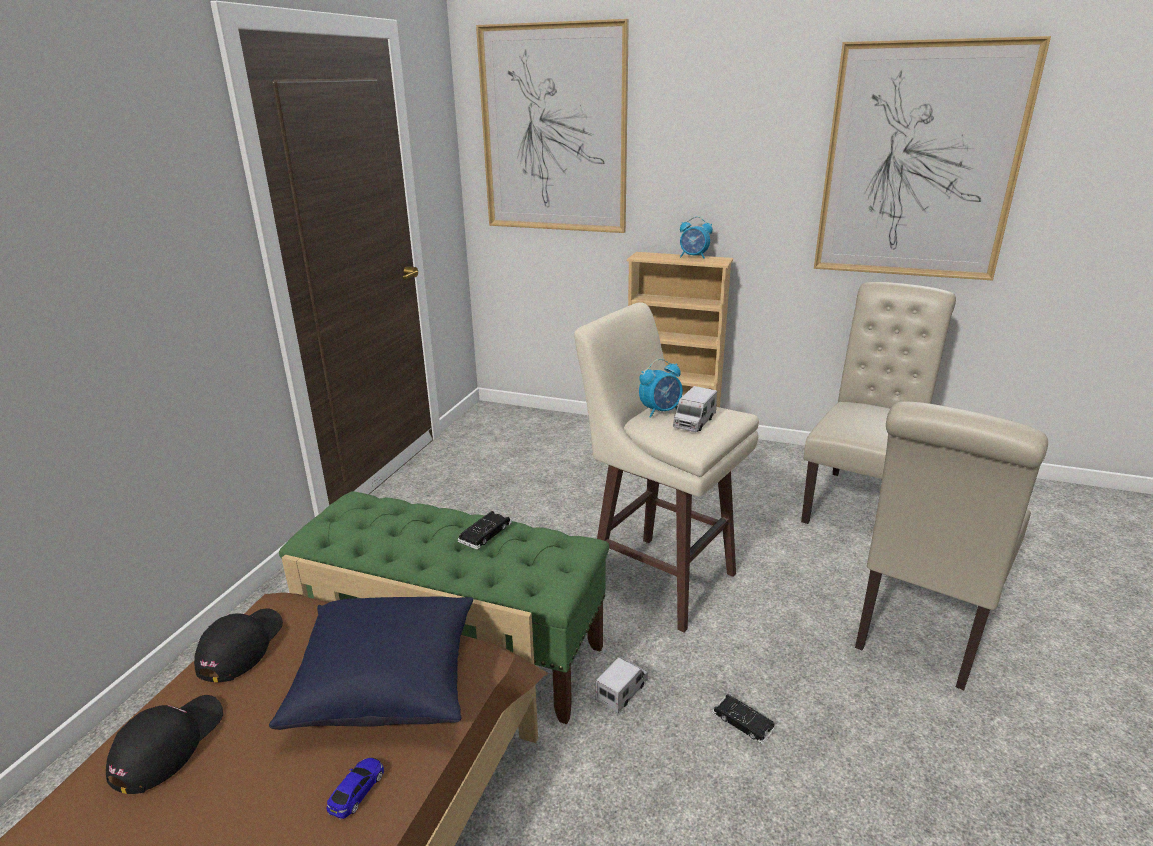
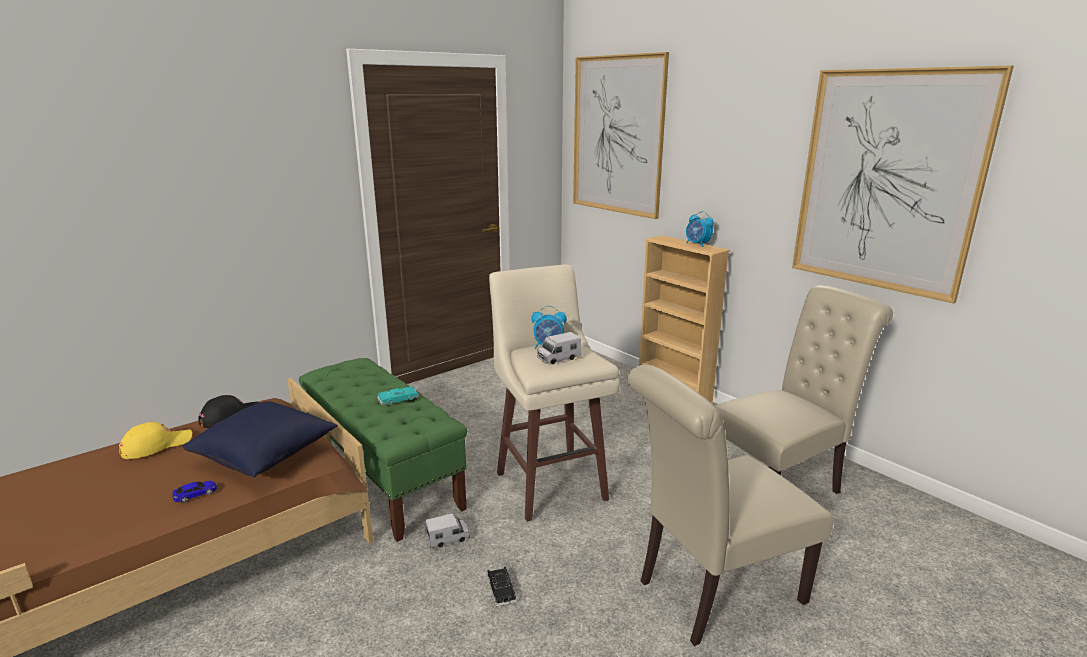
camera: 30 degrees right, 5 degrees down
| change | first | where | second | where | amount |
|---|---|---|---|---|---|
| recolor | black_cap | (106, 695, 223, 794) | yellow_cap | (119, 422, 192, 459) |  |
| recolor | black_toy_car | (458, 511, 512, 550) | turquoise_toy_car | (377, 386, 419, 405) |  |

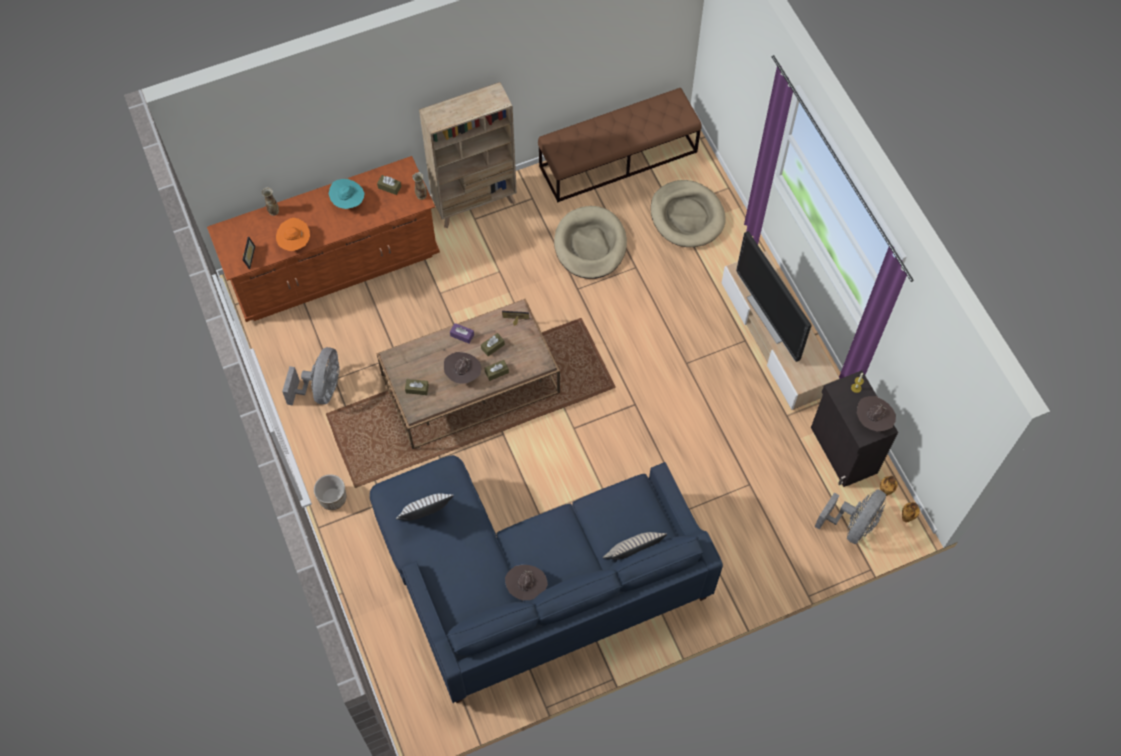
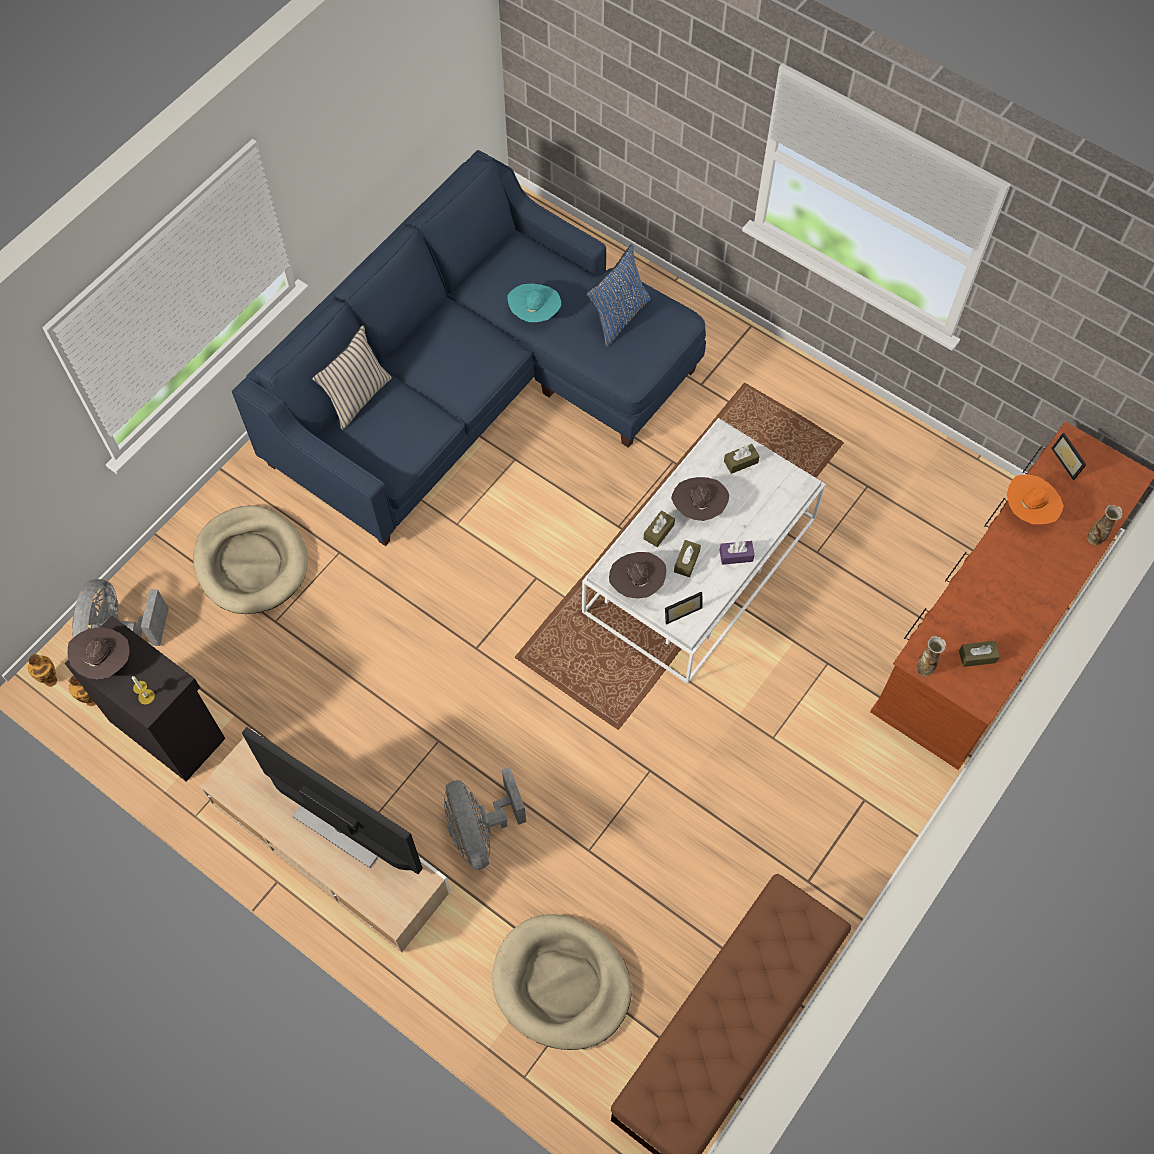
camera: 150 degrees right, 0 degrees up
| change | first | where | second | where | amount |
|---|---|---|---|---|---|
| move | grey_fan | (282, 347, 340, 405) |  | (444, 767, 526, 870) |  |
| delete | planter | (314, 474, 346, 510) |  |  |  |
| move | turquoise_hat | (329, 179, 365, 209) |  | (508, 284, 561, 322) |  |
| recolor | brown_coffee_table | (376, 299, 560, 449) | white_coffee_table | (582, 418, 826, 684) |  |
| recolor | white_pillow | (396, 493, 454, 521) | blue_pillow | (586, 244, 651, 347) |  |
| delete | beige_bookcase | (419, 82, 517, 228) |  |  |  |
| move | brown_hat | (505, 565, 548, 600) |  | (609, 552, 666, 599) |  |
| move | beige_dog_bed | (554, 206, 627, 279) |  | (194, 505, 308, 614) |  |

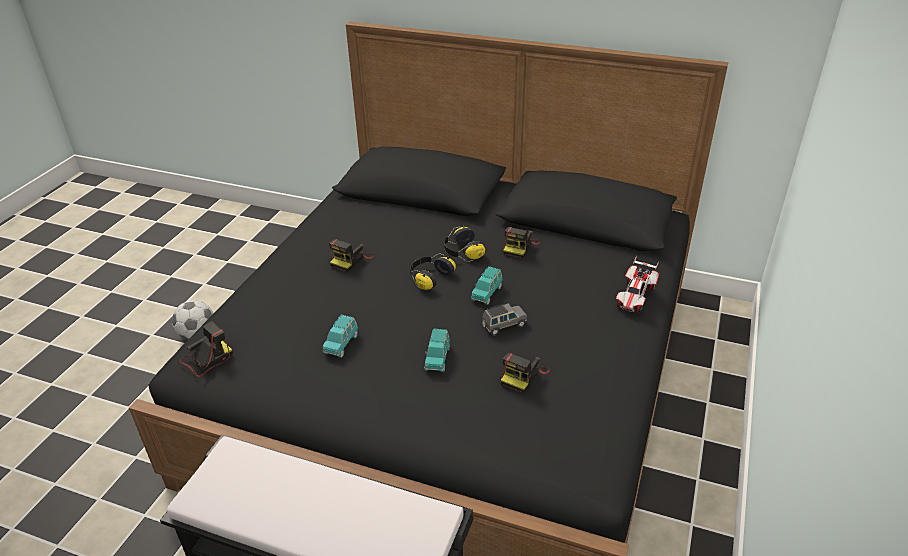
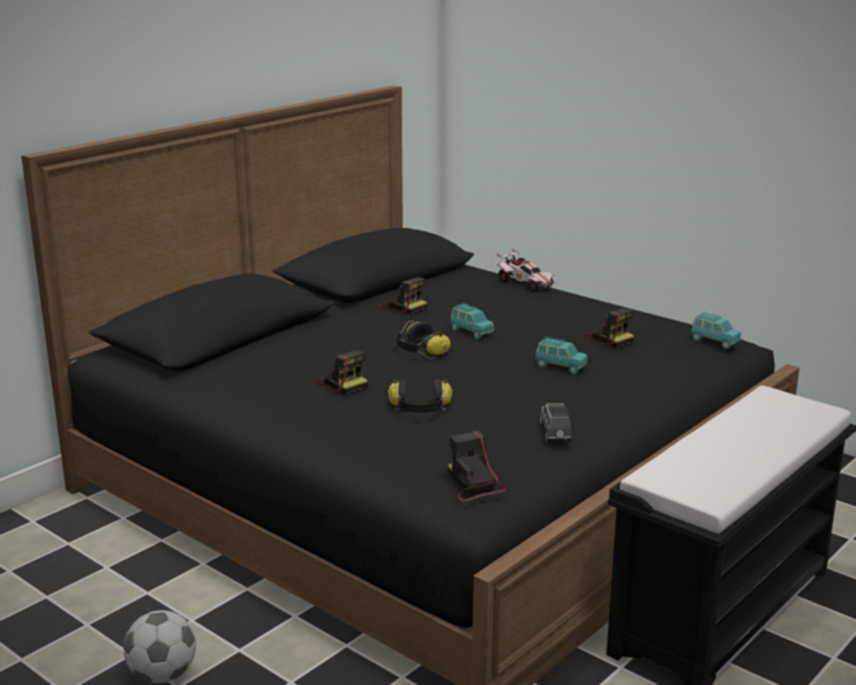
camera: 70 degrees left, 15 degrees down
| change | first | where | second | where | amount |
|---|---|---|---|---|---|
| move | turquoise_toy_car | (323, 315, 358, 358) |  | (691, 312, 741, 349) |  |
| move | headphones | (444, 225, 485, 262) |  | (388, 379, 452, 413) |  |
| move | grey_toy_car | (482, 304, 527, 335) |  | (540, 403, 571, 442) |  |

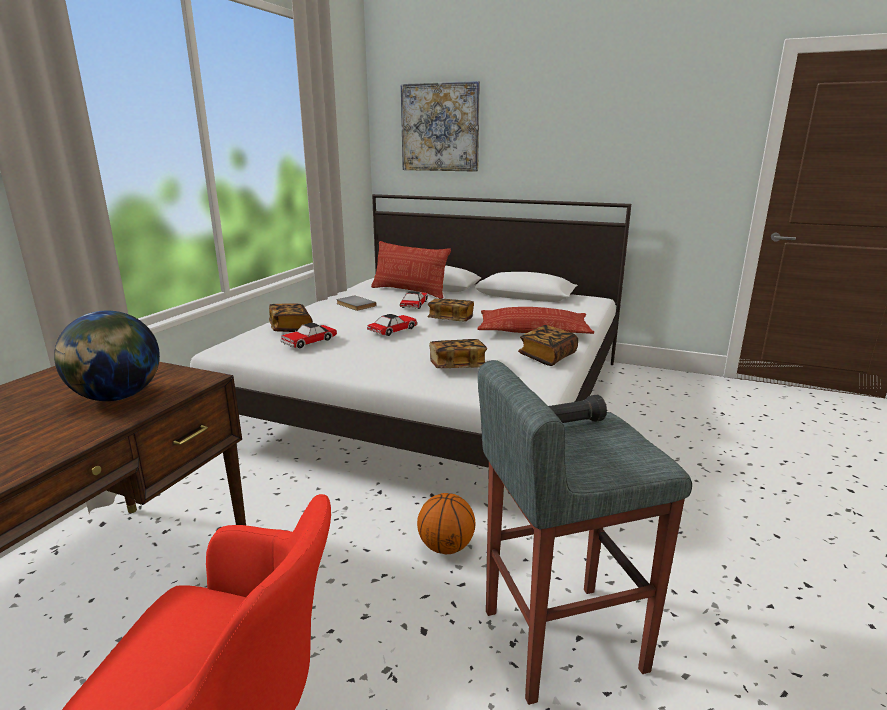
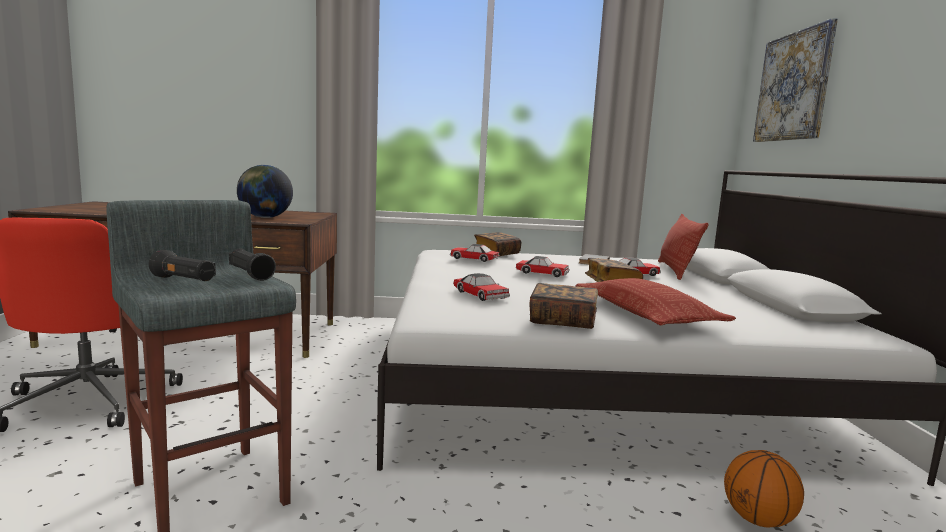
camera: 65 degrees right, 10 degrees down
| change | first | where | second | where | amount |
|---|---|---|---|---|---|
| move | basketball | (417, 493, 475, 554) |  | (724, 450, 804, 528) |  |
| replace | book | (429, 339, 487, 368) | toy_car | (453, 273, 510, 301) |  |
| insert |  |  | black_flashlight | (149, 250, 216, 281) |  |

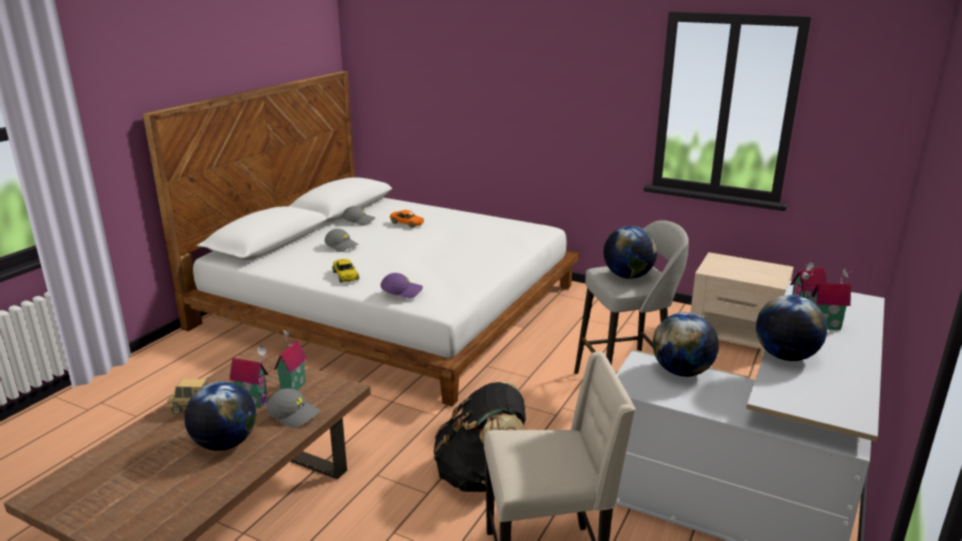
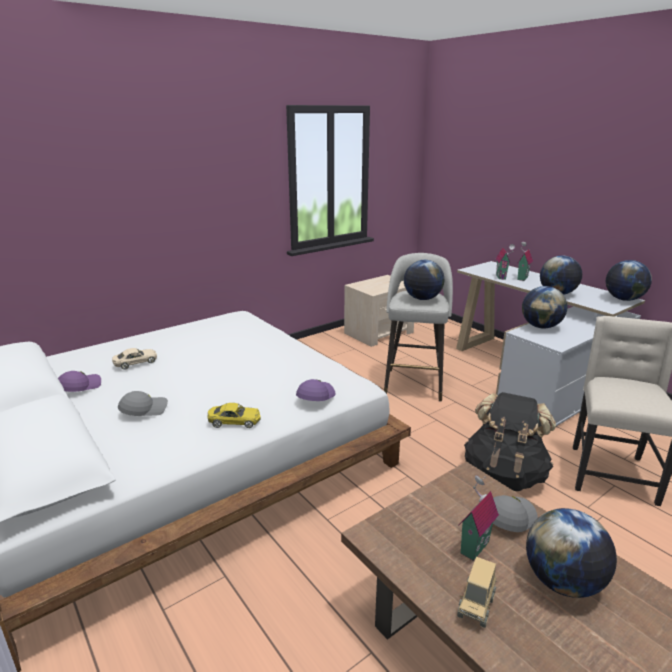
camera: 65 degrees left, 0 degrees up
| change | first | where | second | where | amount |
|---|---|---|---|---|---|
| delete | toy_house | (274, 330, 307, 391) |  |  |  |
| recolor | grey_cap | (342, 206, 375, 226) | purple_cap | (58, 371, 101, 392) |  |
| recolor | orange_toy_car | (390, 210, 424, 228) | beige_toy_car | (112, 348, 157, 370) |  |
| insert |  |  | globe | (606, 260, 652, 301) |  |

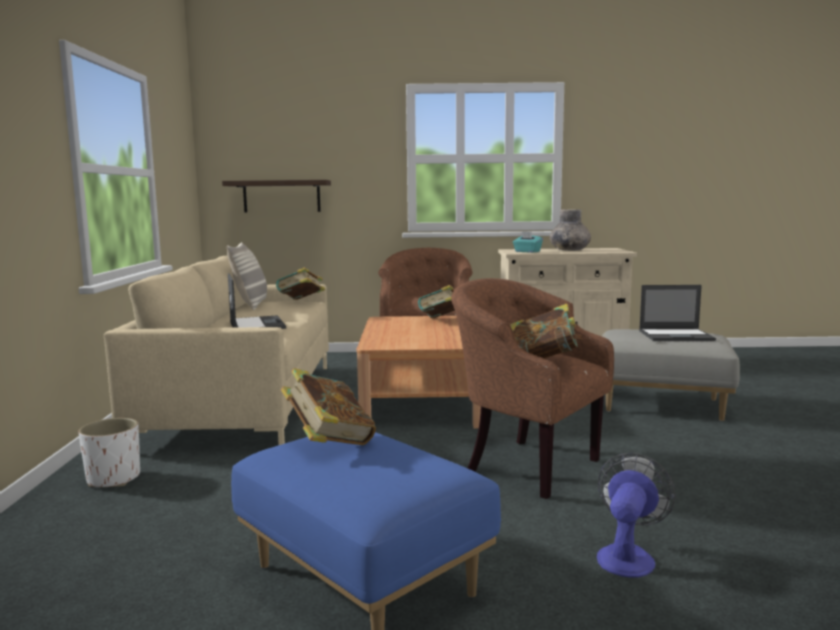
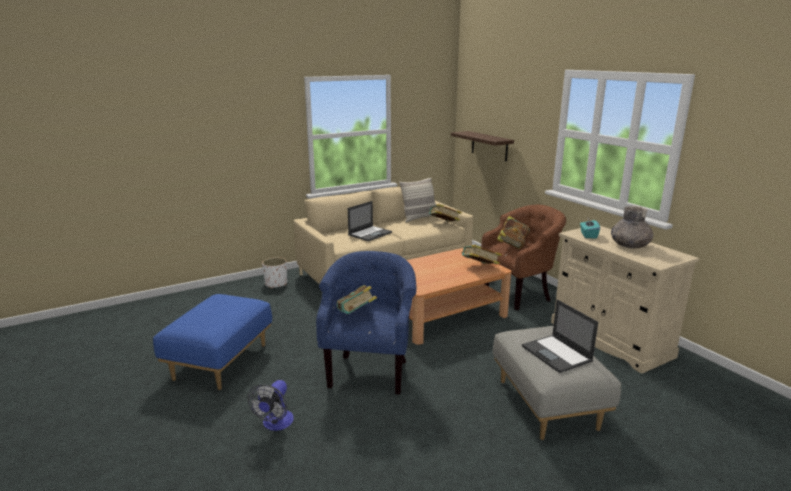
camera: 60 degrees right, 10 degrees up
| change | first | where | second | where | amount |
|---|---|---|---|---|---|
| move | book | (281, 368, 376, 445) |  | (497, 216, 530, 249) |  |
| recolor | brown_armchair | (451, 278, 614, 499) | blue_armchair | (316, 251, 416, 395) |  |
| rotate | fan | (597, 453, 676, 578) |  | (248, 380, 294, 431) | 105 degrees clockwise |

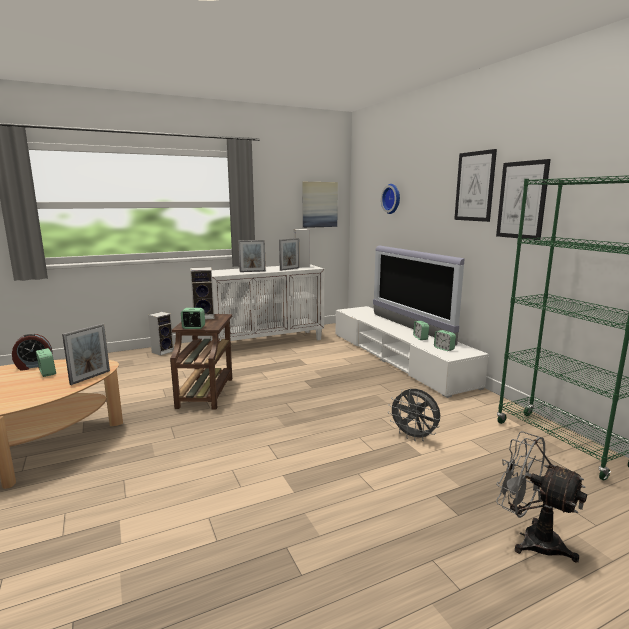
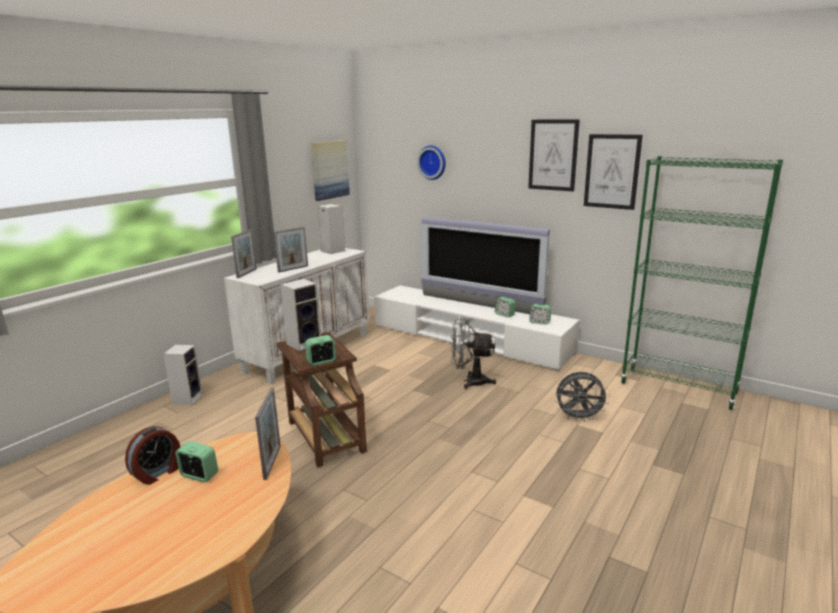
camera: 30 degrees left, 5 degrees up
| change | first | where | second | where | amount |
|---|---|---|---|---|---|
| move | picture_frame | (279, 238, 299, 271) |  | (231, 229, 257, 278) |  |
| move | grey_fan | (496, 431, 587, 563) |  | (451, 319, 496, 389) |  |

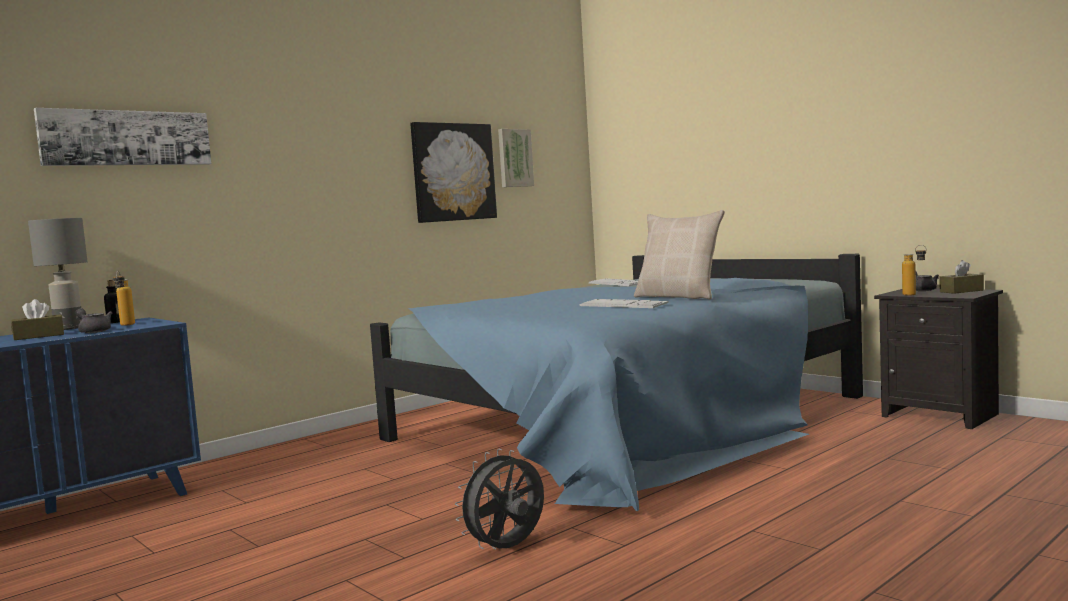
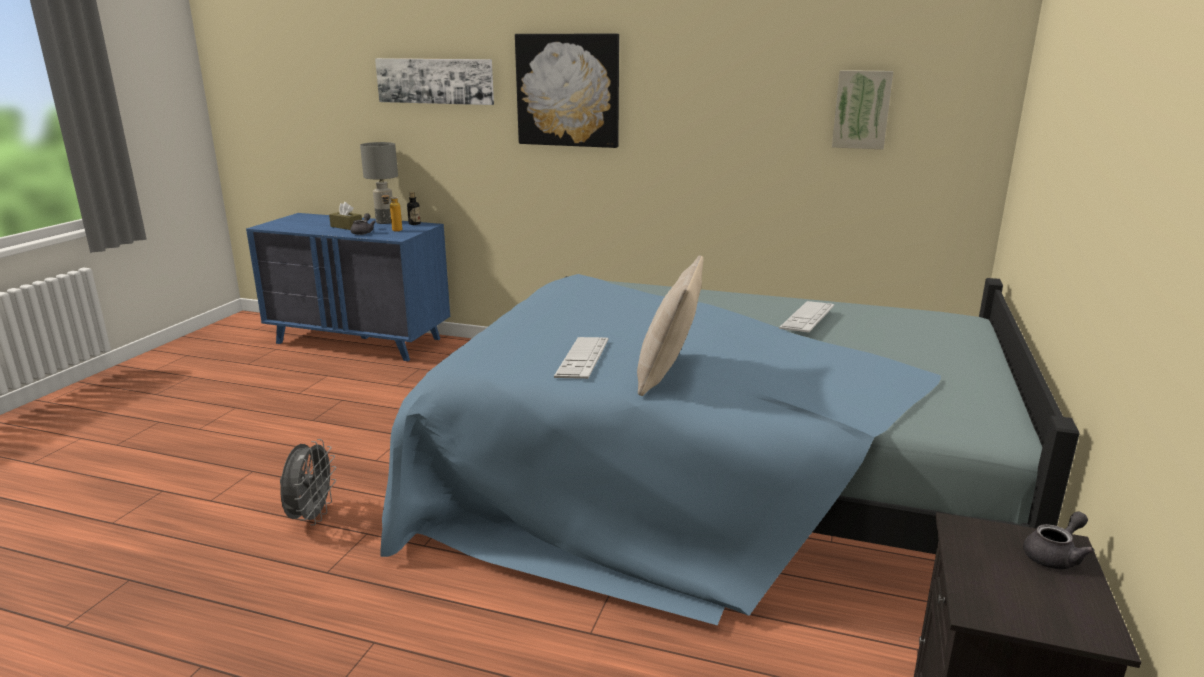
camera: 60 degrees right, 15 degrees up
| change | first | where | second | where | amount |
|---|---|---|---|---|---|
| move | picture | (410, 122, 497, 223) |  | (515, 34, 619, 148) |  |
| rotate | grey_fan | (455, 449, 544, 549) |  | (280, 439, 336, 525) | 75 degrees clockwise |
| delete | bottle | (902, 245, 927, 296) |  |  |  |
| delete | brown_tissue_box | (939, 260, 984, 294) |  |  |  |

